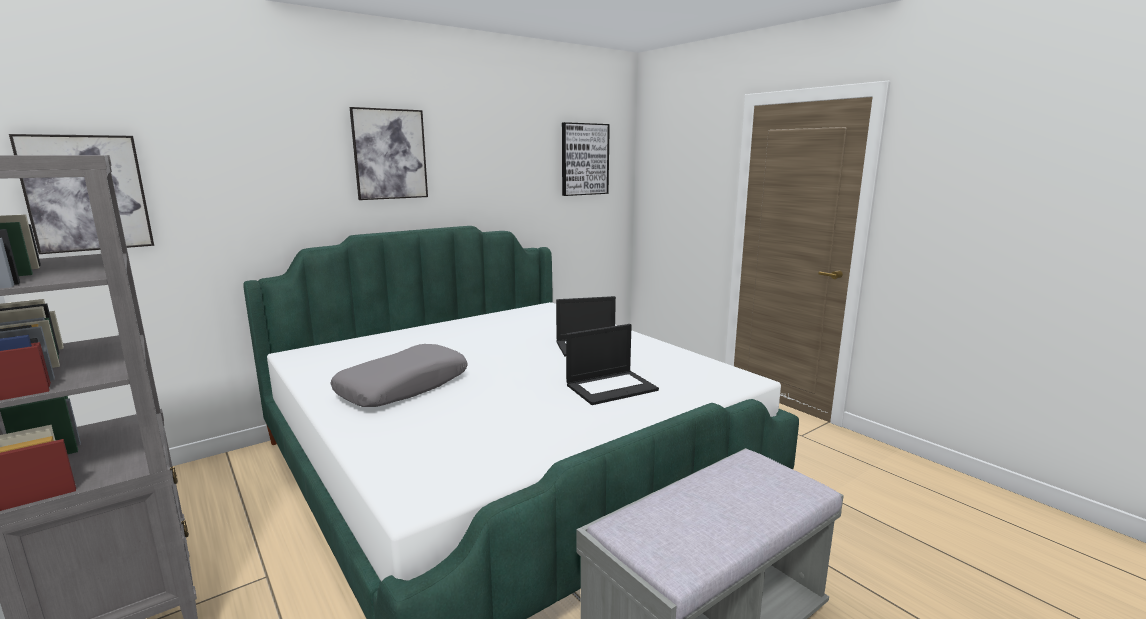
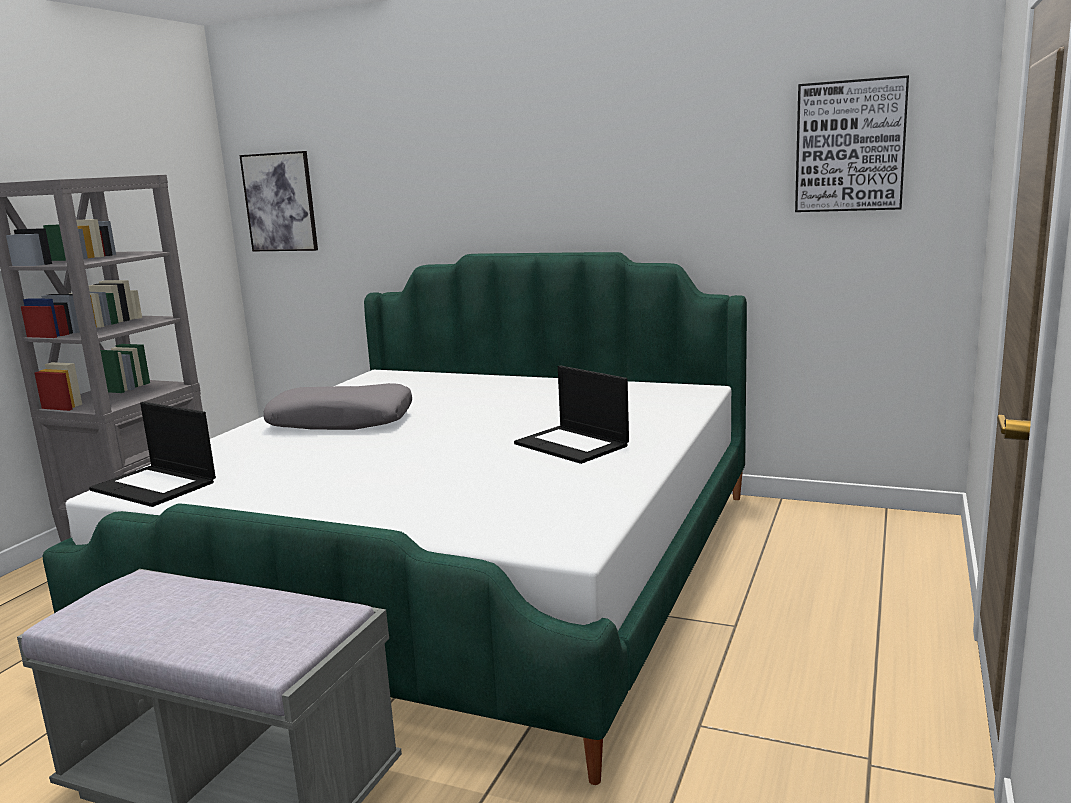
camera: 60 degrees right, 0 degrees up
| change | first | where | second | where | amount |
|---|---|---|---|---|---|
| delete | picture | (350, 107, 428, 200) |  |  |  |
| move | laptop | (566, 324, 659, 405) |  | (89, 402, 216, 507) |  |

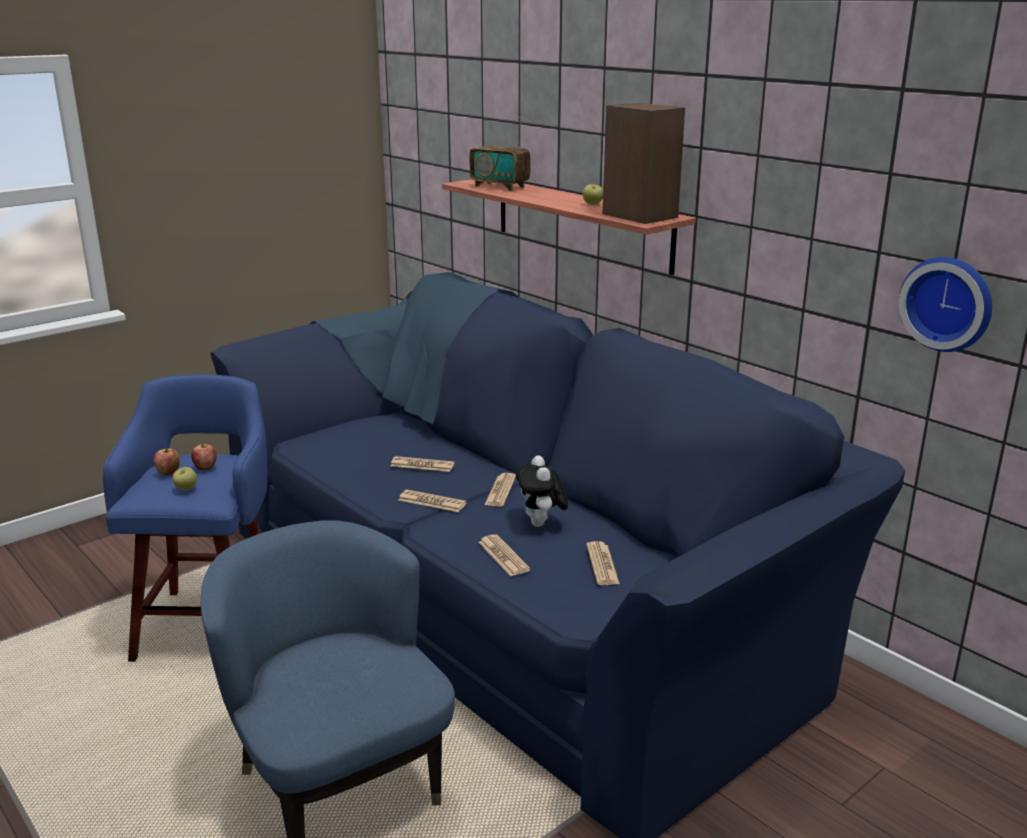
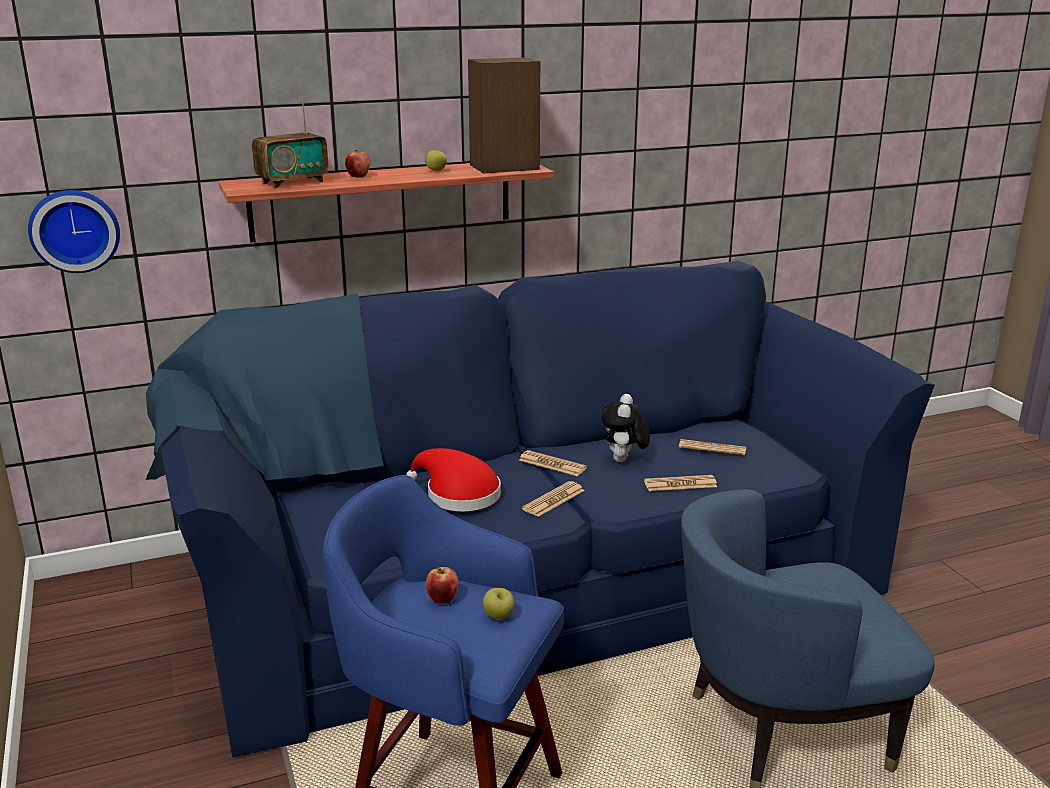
camera: 70 degrees left, 0 degrees up
| change | first | where | second | where | amount |
|---|---|---|---|---|---|
| move | apple | (153, 448, 180, 475) |  | (345, 150, 370, 178) |  |
| replace | newspaper | (391, 456, 455, 472) | red_hat | (406, 448, 501, 511) |  |
| rotate | plush_toy | (516, 455, 568, 527) |  | (602, 394, 650, 462) | 90 degrees clockwise |
| move | wall_clock | (899, 257, 992, 352) |  | (28, 190, 120, 273) |  |

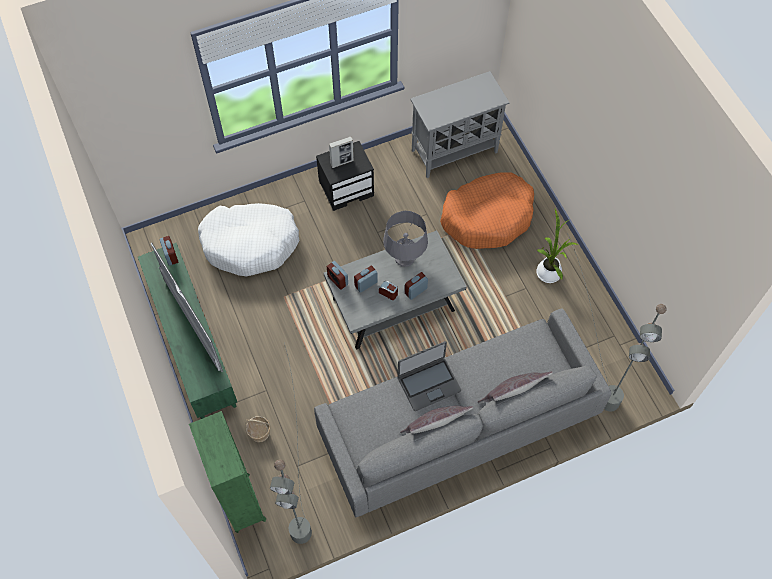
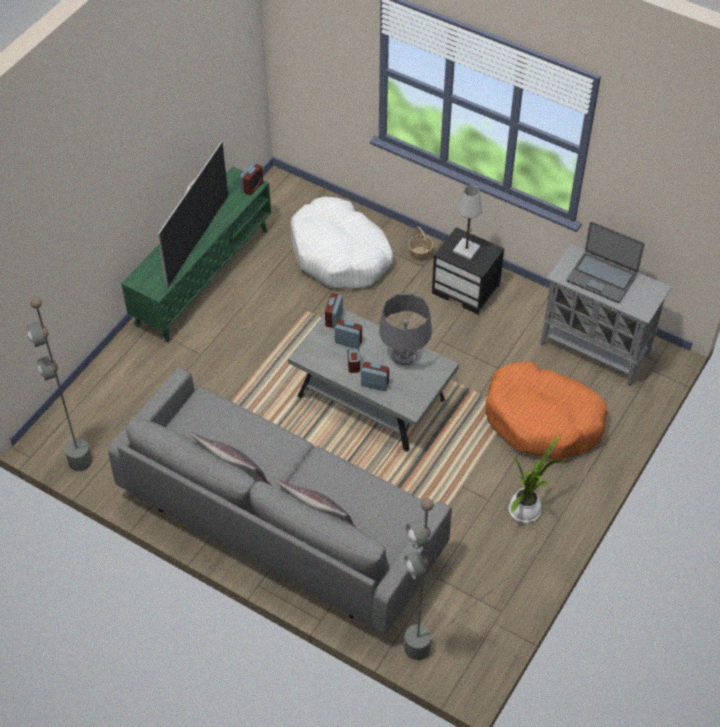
camera: 55 degrees right, 10 degrees down
| change | first | where | second | where | amount |
|---|---|---|---|---|---|
| delete | green_bookcase | (189, 411, 266, 533) |  |  |  |
| move | basket | (245, 416, 270, 442) |  | (408, 227, 434, 263) |  |
| replace | picture_frame | (329, 137, 354, 168) | white_table_lamp | (453, 185, 482, 260) |  |
| move | laptop | (398, 341, 461, 411) |  | (567, 222, 644, 303) |  |

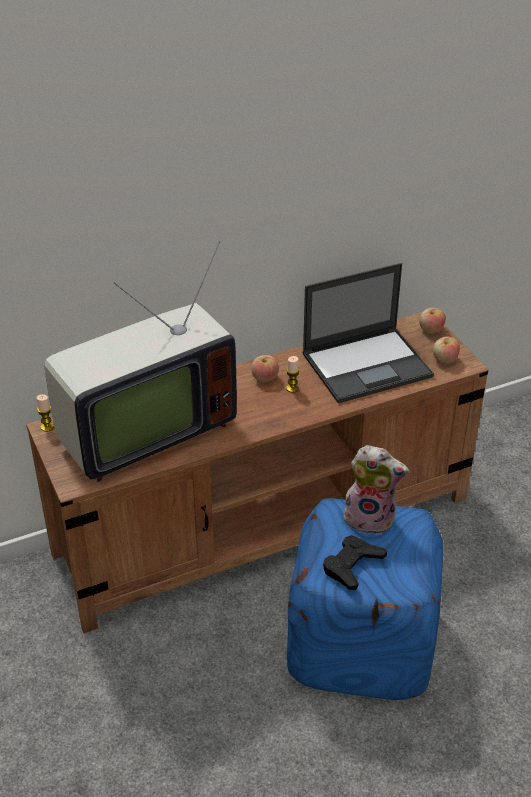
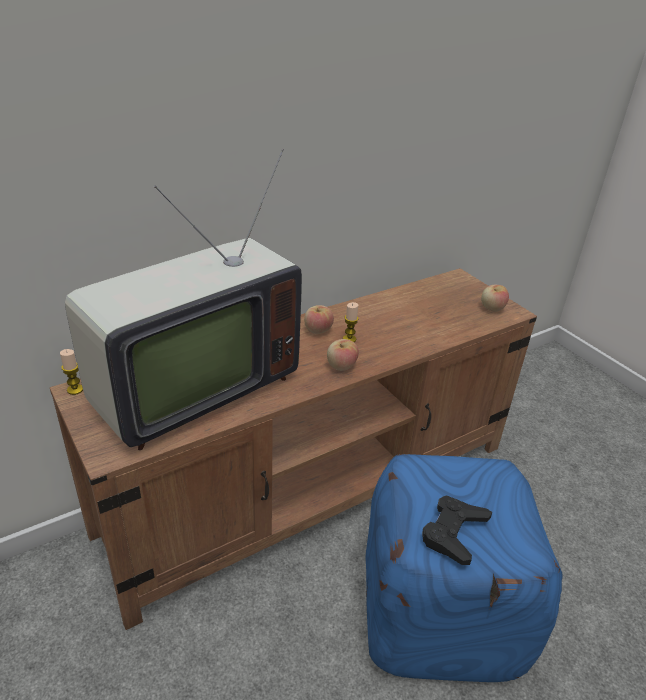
camera: 10 degrees left, 5 degrees down
| change | first | where | second | where | amount |
|---|---|---|---|---|---|
| delete | laptop | (302, 263, 434, 403) |  |  |  |
| delete | plush_toy | (344, 445, 409, 535) |  |  |  |
| move | apple | (419, 307, 446, 334) |  | (327, 339, 359, 371) |  |

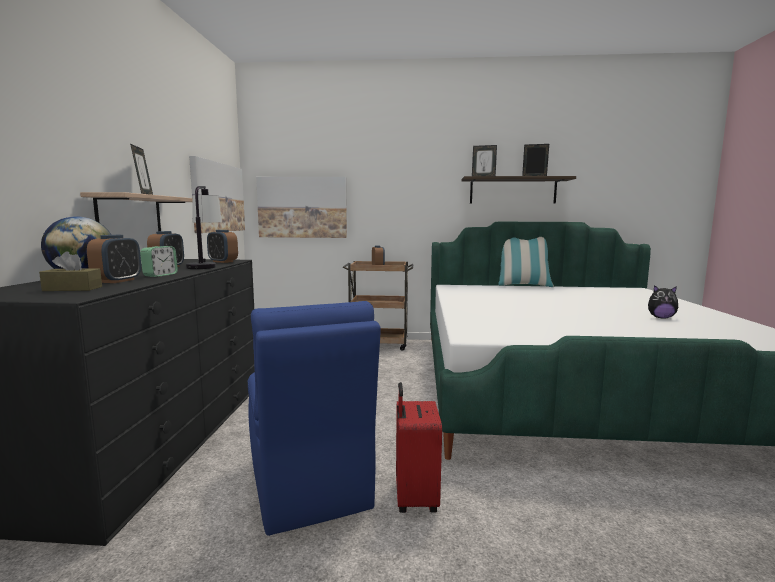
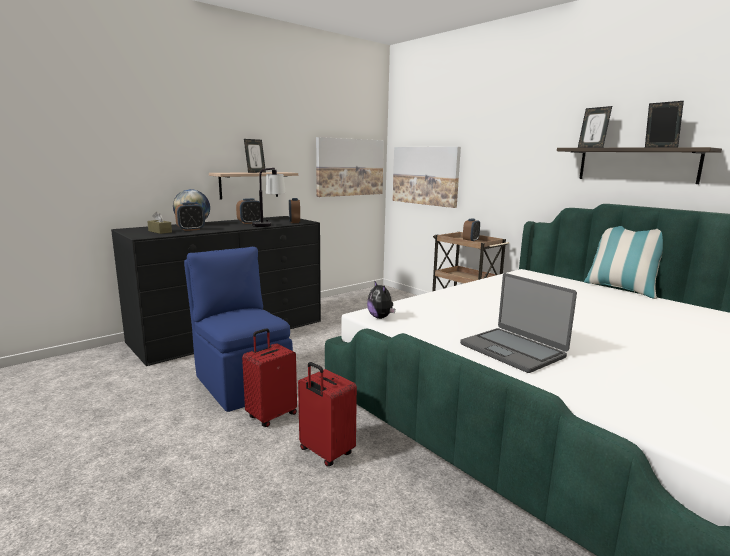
camera: 45 degrees right, 5 degrees up
| change | first | where | second | where | amount |
|---|---|---|---|---|---|
| delete | alarm_clock | (140, 246, 178, 277) |  |  |  |
| rotate | blue_chair | (248, 301, 381, 536) |  | (184, 247, 293, 412) | 120 degrees clockwise |
| move | plush_toy | (648, 285, 678, 318) |  | (367, 280, 395, 319) |  |
| insert |  |  | red_suitcase | (298, 362, 357, 466) |  |
| insert |  |  | laptop | (460, 273, 577, 373) |  |

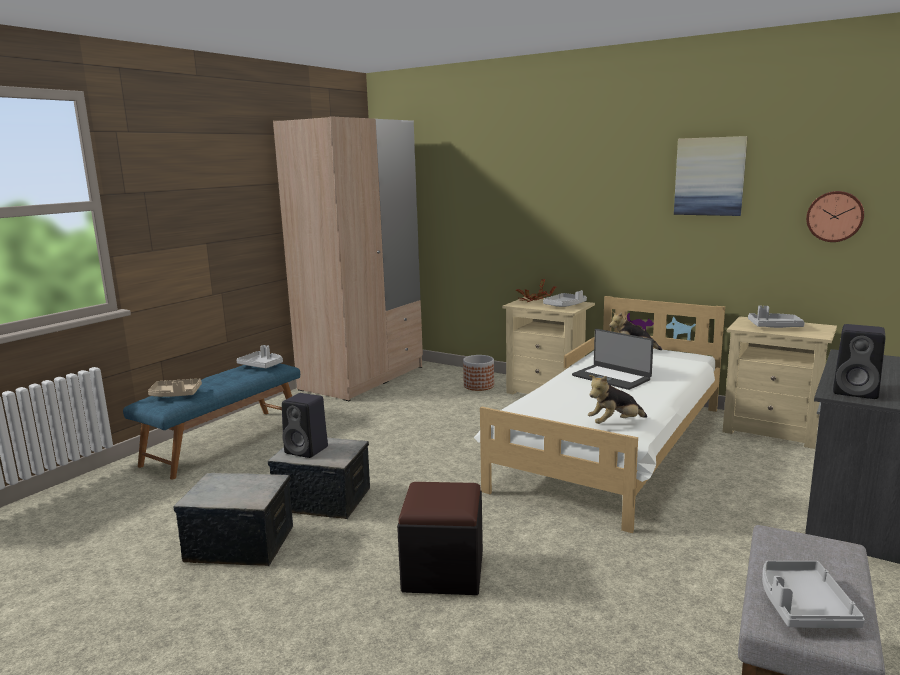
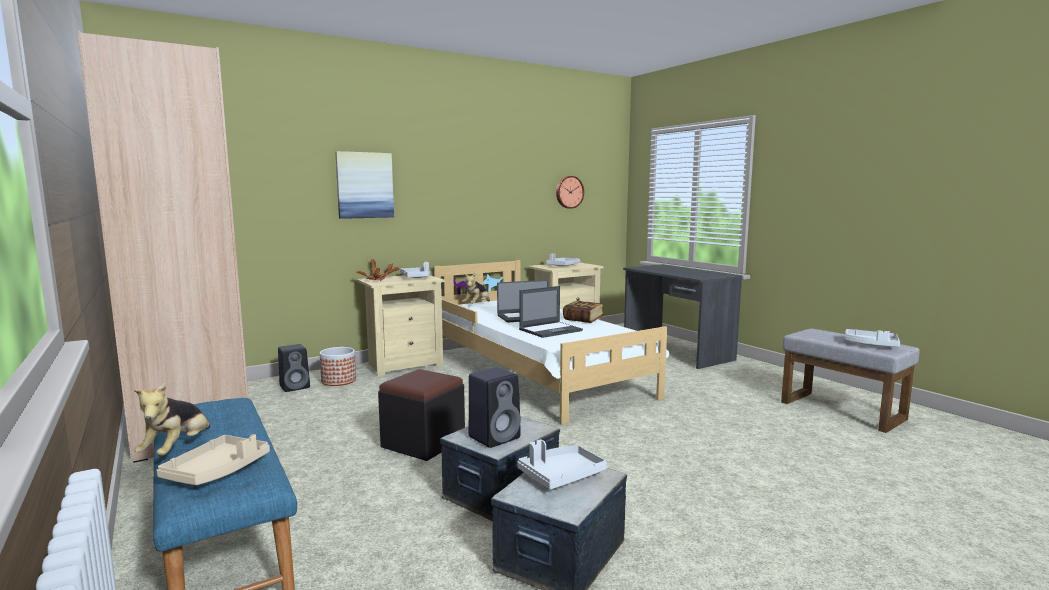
camera: 65 degrees left, 5 degrees down
| change | first | where | second | where | amount |
|---|---|---|---|---|---|
| move | grey_tray | (236, 345, 283, 368) |  | (517, 440, 607, 490) |  |
| move | black_ottoman | (397, 482, 483, 595) |  | (378, 369, 465, 461) |  |
| move | plush_toy | (588, 375, 647, 424) |  | (134, 383, 210, 456) |  |
| move | picture | (674, 136, 748, 216) |  | (335, 151, 394, 219) |  |
| move | black_speaker | (833, 324, 886, 399) |  | (278, 344, 310, 392) |  |
| insert |  |  | laptop | (519, 286, 583, 338) |  |
| insert |  |  | book | (563, 301, 605, 323) |  |

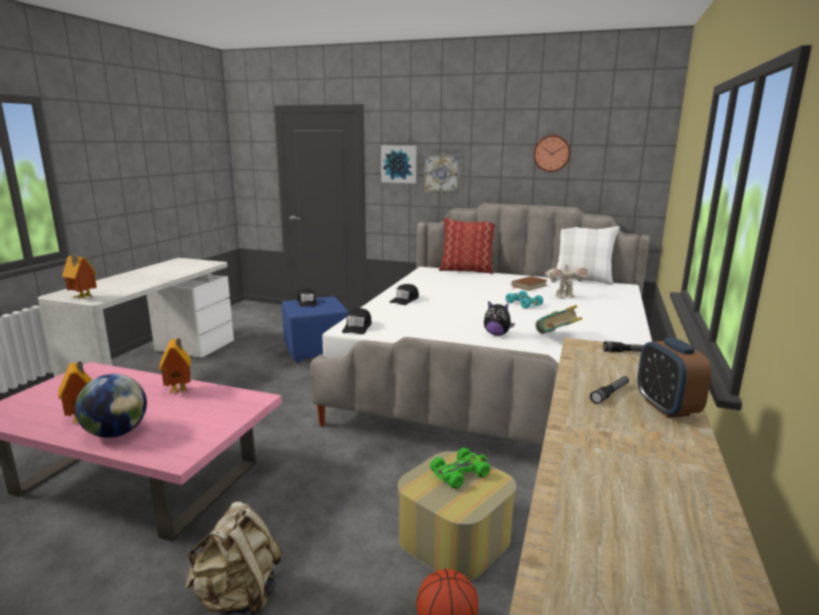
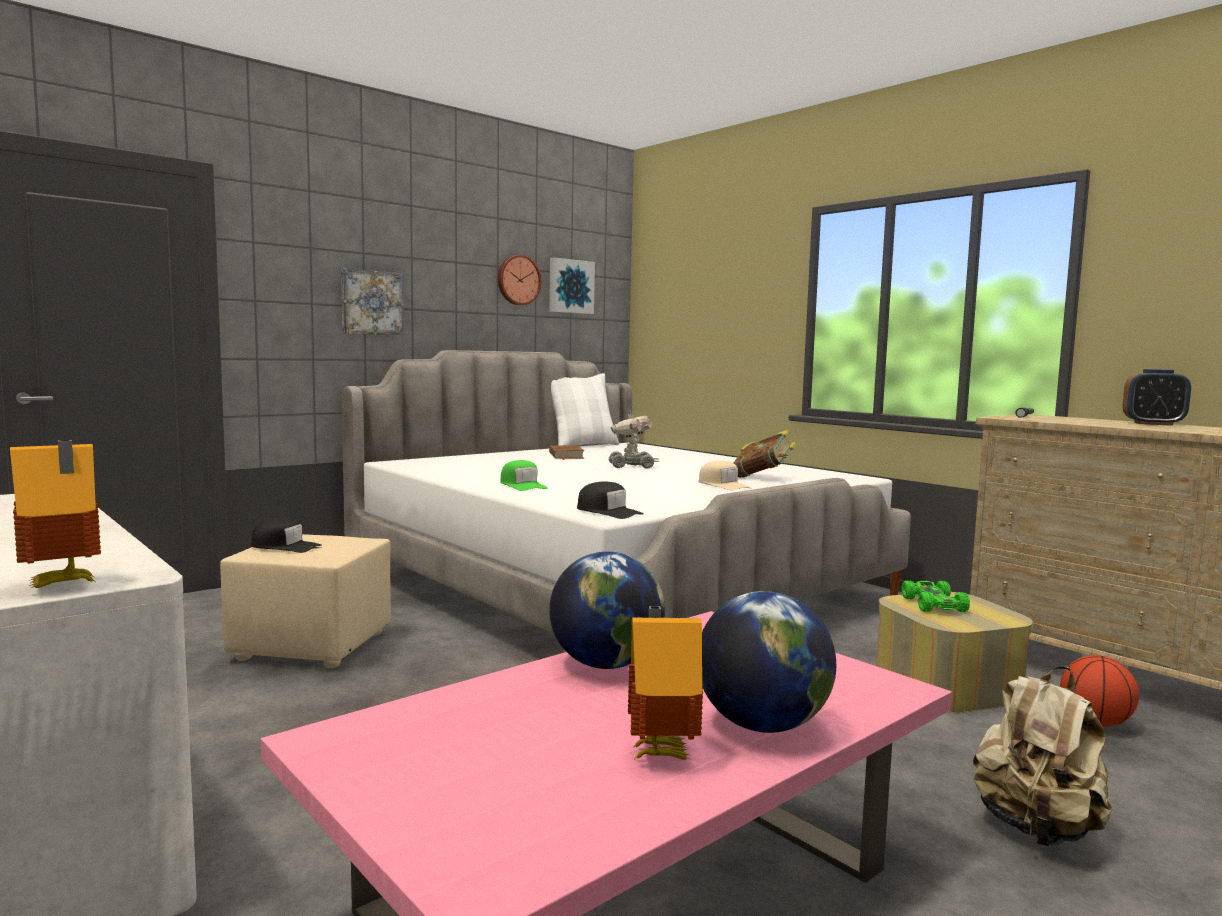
camera: 60 degrees left, 10 degrees down
| change | first | where | second | where | amount |
|---|---|---|---|---|---|
| replace | toy_house | (159, 338, 191, 394) | globe | (549, 551, 665, 669) |  |
| recolor | blue_ottoman | (282, 296, 349, 363) | beige_ottoman | (220, 534, 391, 669) |  |
| move | picture | (381, 145, 417, 184) |  | (549, 257, 595, 314) |  |
| recolor | black_cap | (389, 284, 419, 305) | green_cap | (500, 460, 548, 491) |  |
| delete | pillow | (439, 217, 495, 274) |  |  |  |
| replace | plush_toy | (484, 301, 515, 336) | beige_cap | (699, 461, 752, 490) |  |
| recolor | turquoise_toy_car | (506, 291, 543, 308) | grey_toy_car | (609, 451, 659, 469) |  |
| delete | flashlight | (590, 376, 629, 404) |  |  |  |

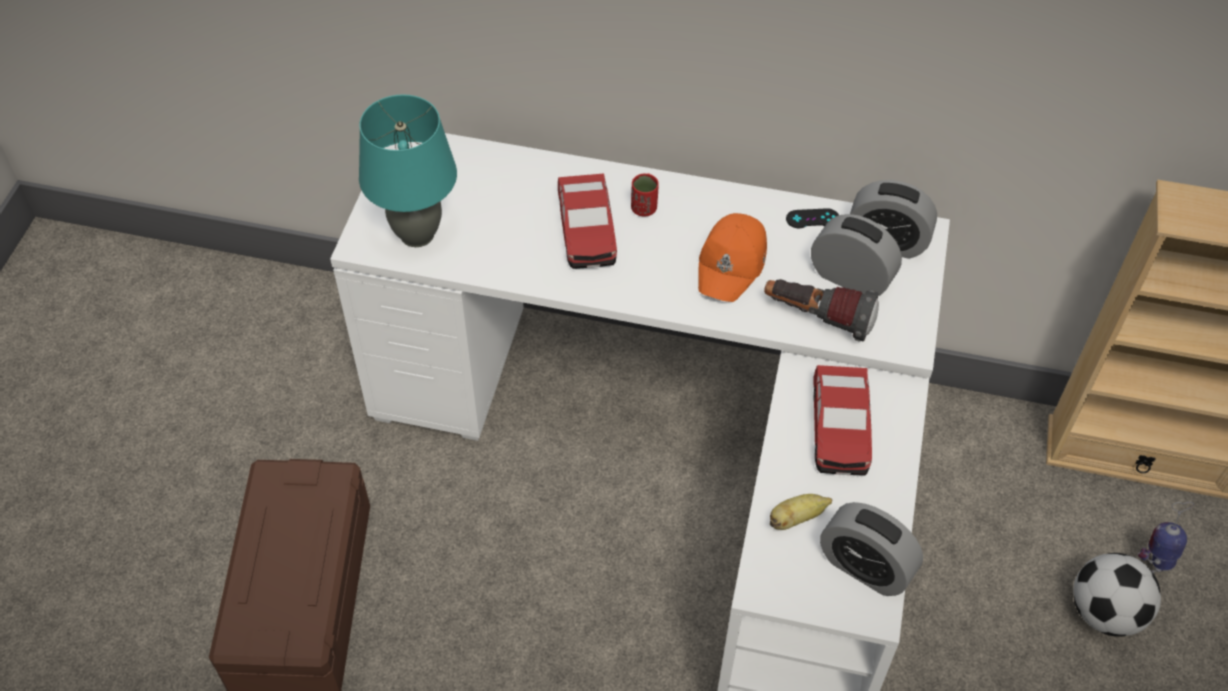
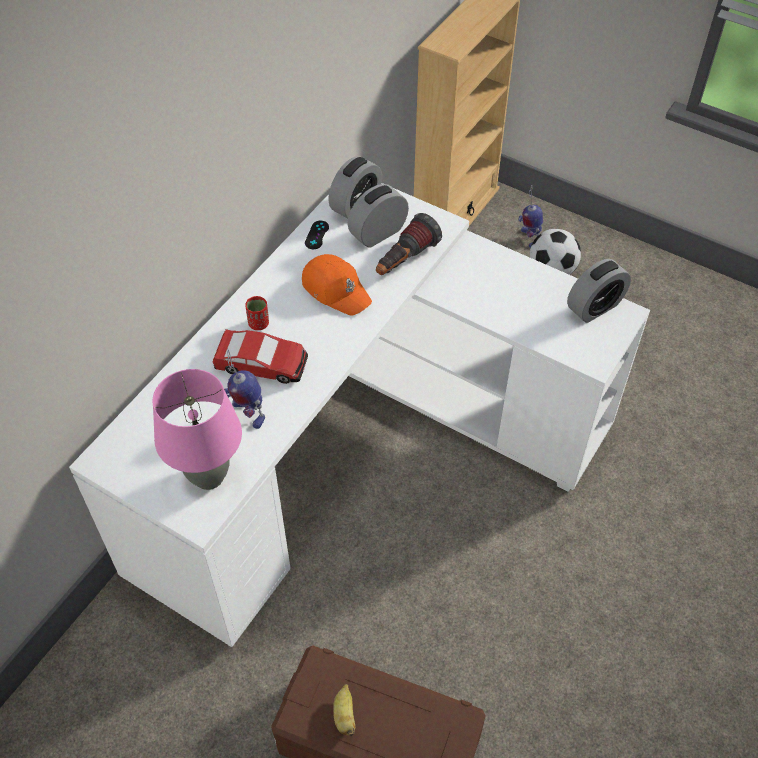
camera: 70 degrees left, 0 degrees up
| change | first | where | second | where | amount |
|---|---|---|---|---|---|
| recolor | turquoise_table_lamp | (359, 94, 457, 247) | pink_table_lamp | (152, 369, 242, 490) |  |
| move | banana | (770, 494, 833, 530) |  | (333, 684, 355, 736) |  |
| delete | toy_car | (813, 365, 872, 476) |  |  |  |
| insert |  |  | toy_robot | (224, 350, 265, 429) |  |

